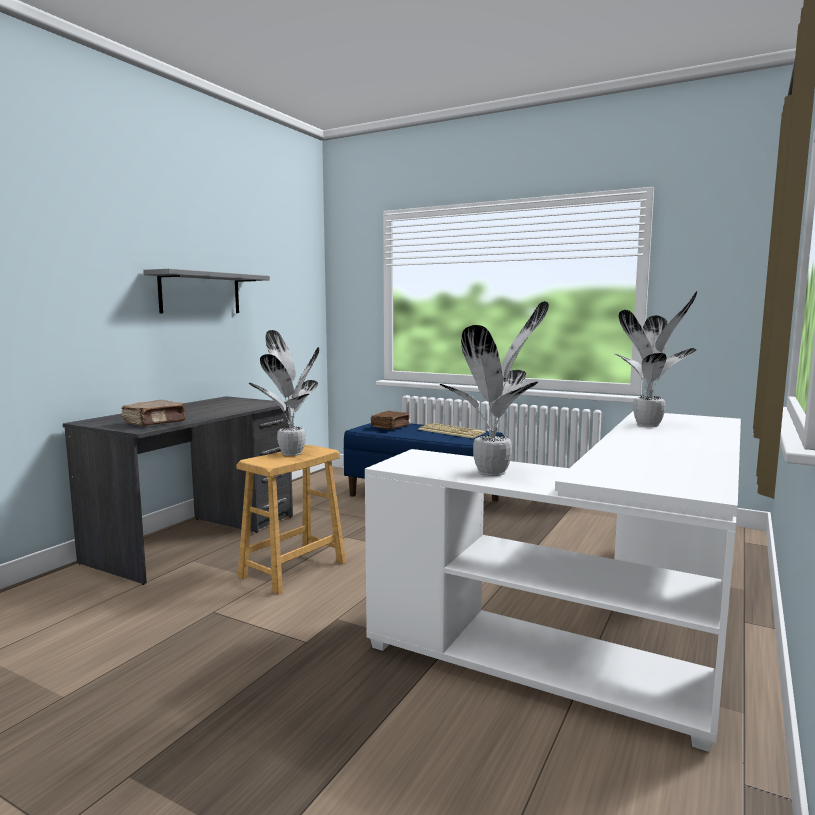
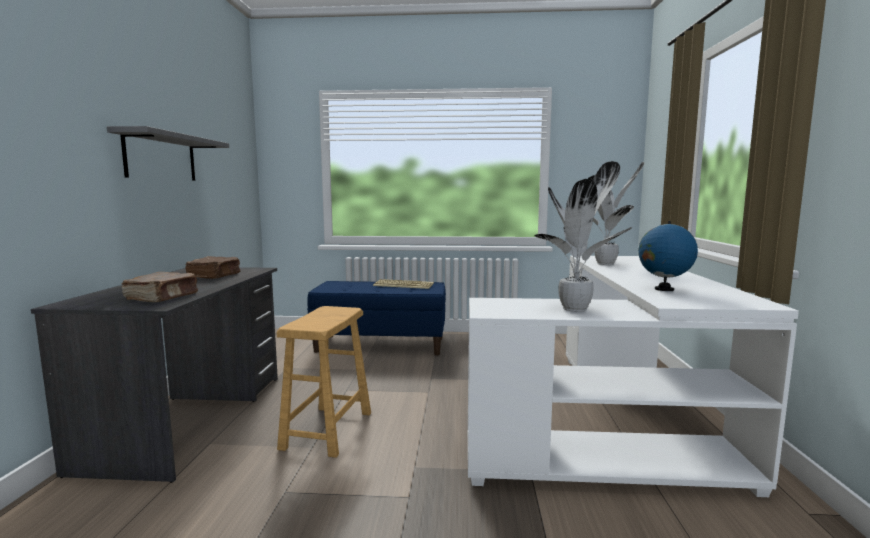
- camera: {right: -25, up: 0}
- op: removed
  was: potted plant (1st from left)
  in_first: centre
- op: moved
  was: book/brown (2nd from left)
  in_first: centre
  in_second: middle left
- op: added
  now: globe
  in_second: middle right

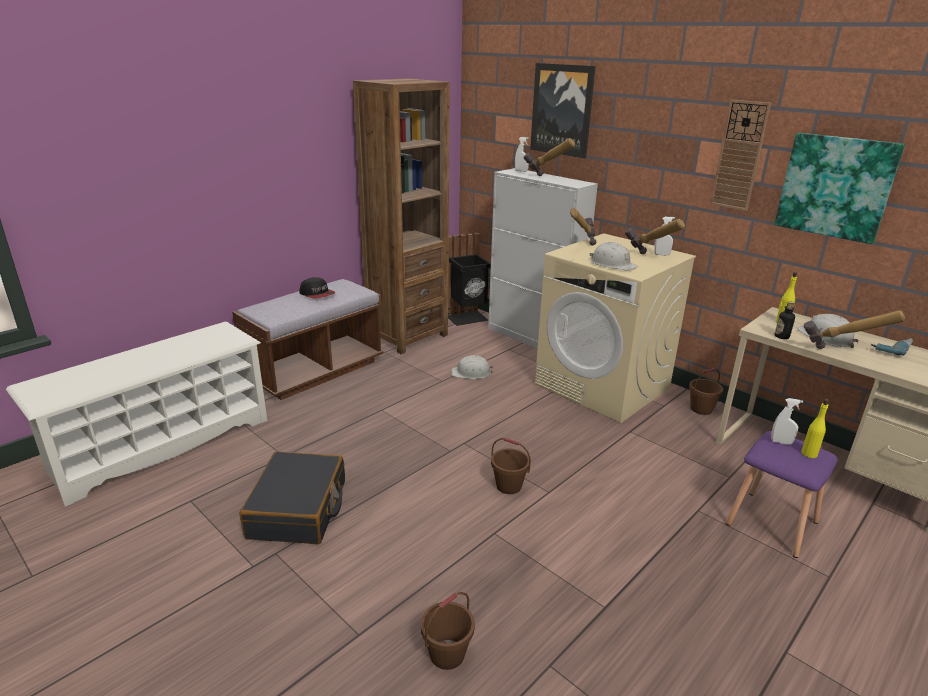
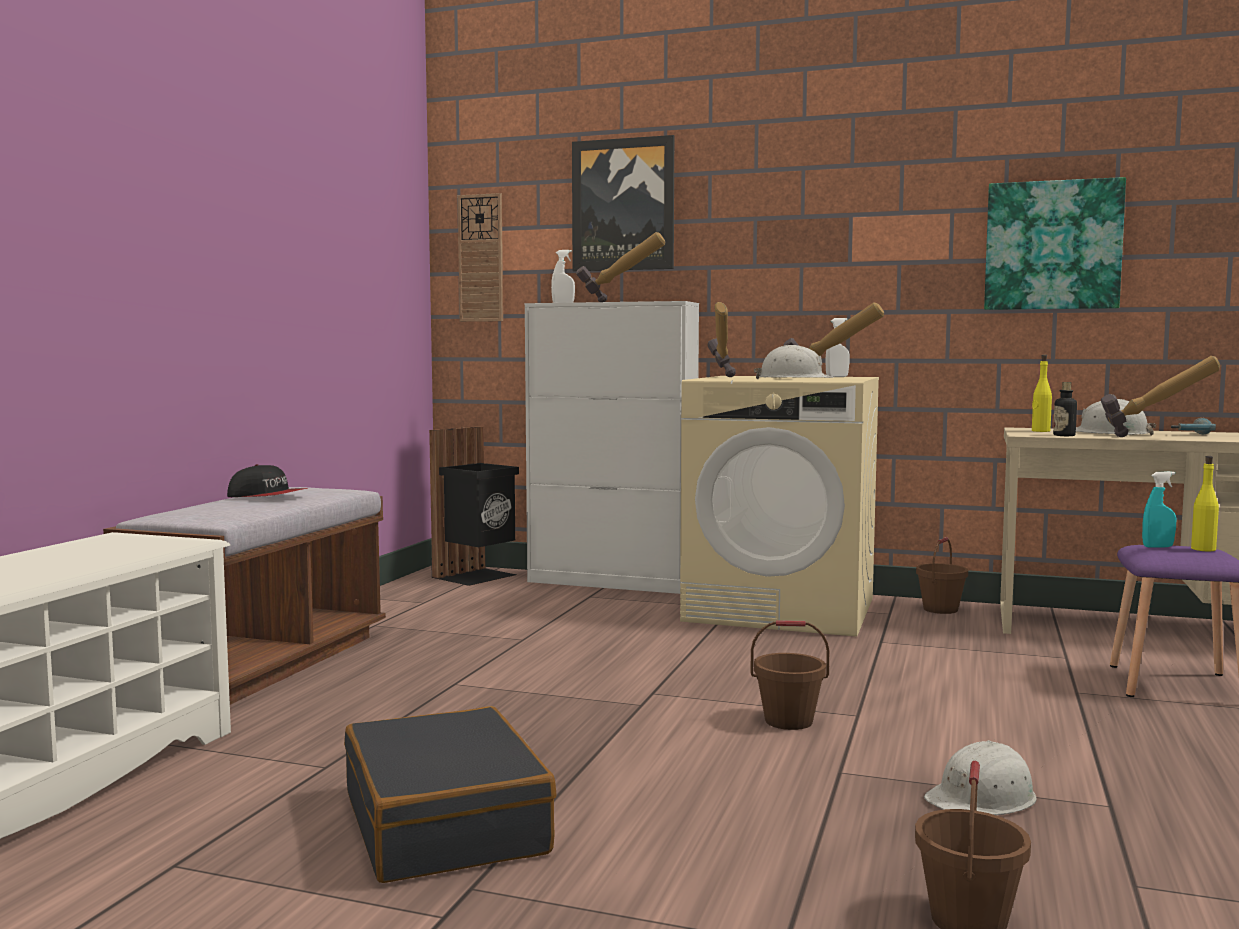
- camera: {right: -25, up: -20}
- op: removed
  was: bookcase/brown
  in_first: top centre
- op: moved
  was: hard hat/white (1st from left in the first image)
  now: hard hat/white (2nd from left)
  in_first: centre
  in_second: bottom right
- op: moved
  was: wall clock
  in_first: top right
  in_second: top centre
- op: recoloured
  was: spray bottle/white (3rd from left)
  now: spray bottle/turquoise
  in_first: middle right
  in_second: middle right

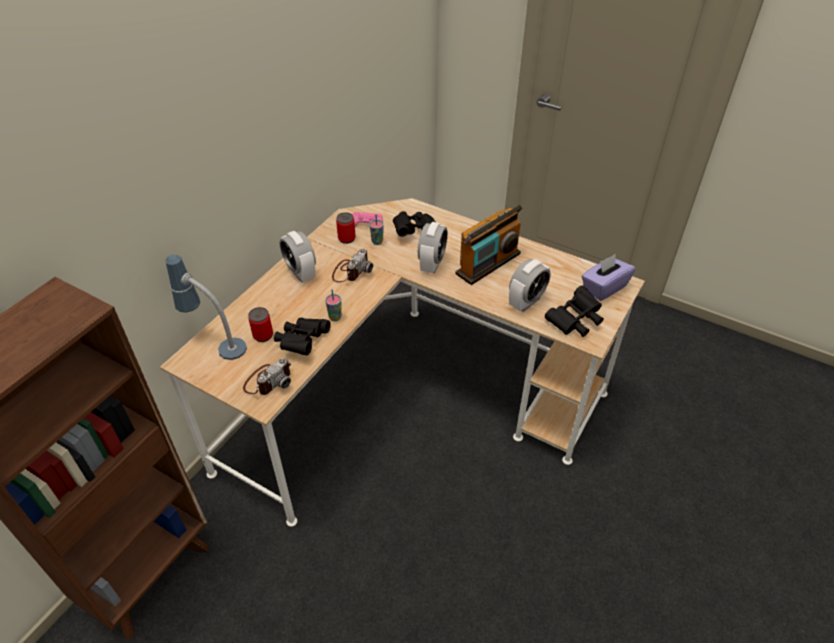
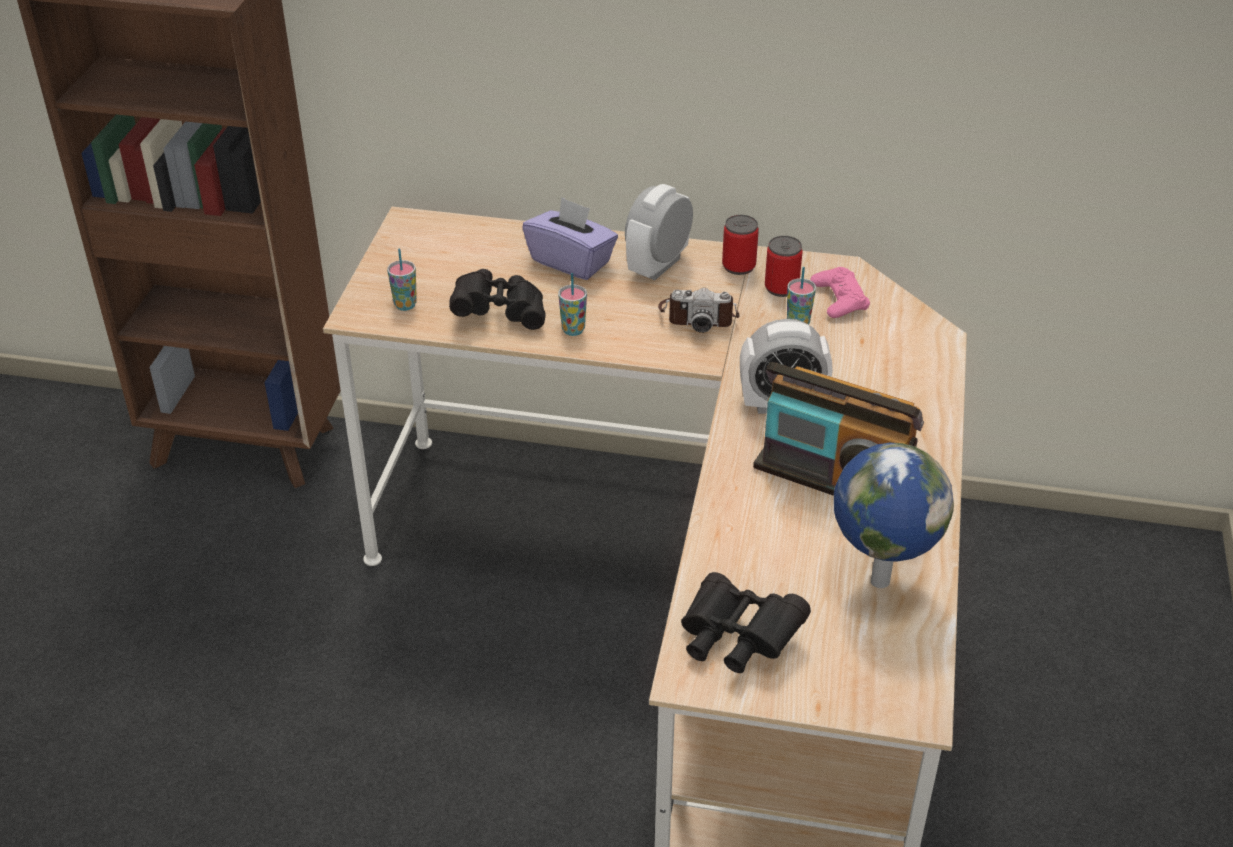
- camera: {right: 70, up: -5}
- op: removed
  was: table lamp
  in_first: middle left
- op: replaced
  was: photo camera (1st from left)
  now: cup (1st from left)
  in_first: middle left
  in_second: top left
- op: moved
  was: can (1st from left)
  in_first: middle left
  in_second: top centre
- op: removed
  was: binoculars/black (2nd from left)
  in_first: centre
- op: removed
  was: alarm clock (3rd from left)
  in_first: centre
- op: moved
  was: tissue box/purple
  in_first: middle right
  in_second: top centre
- op: added
  now: globe
  in_second: middle right

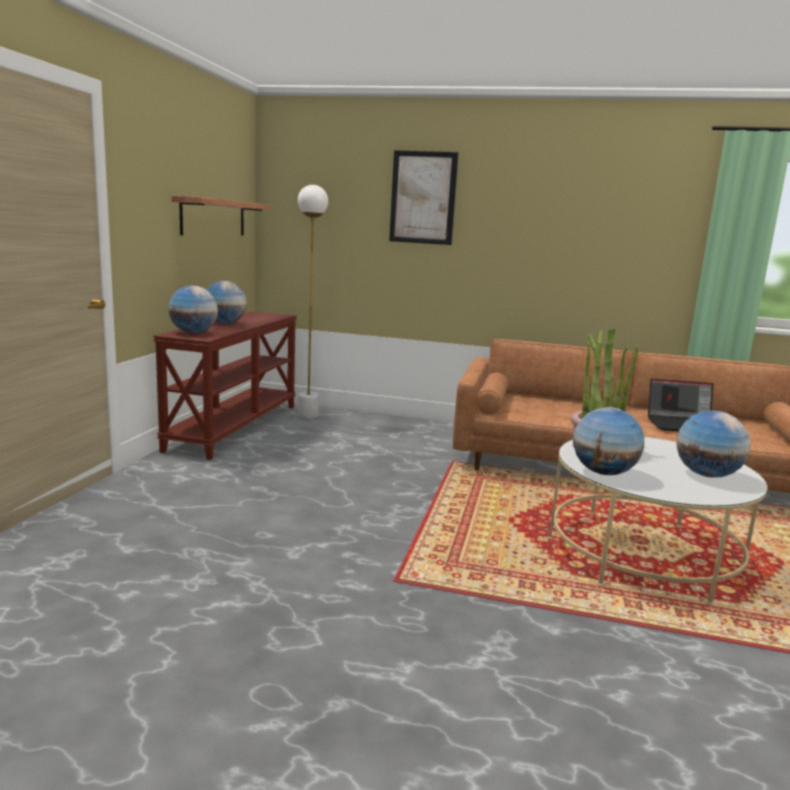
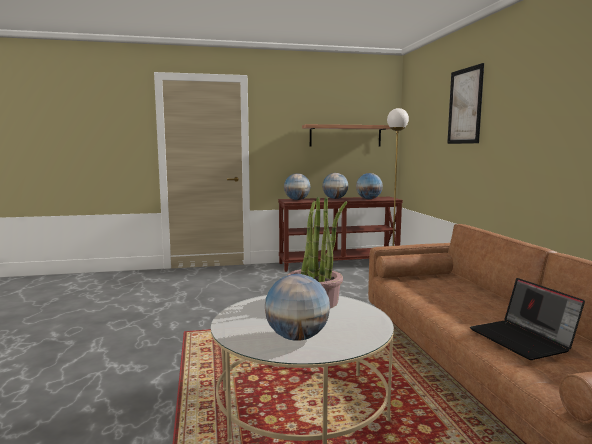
- camera: {right: 65, up: -5}
- op: moved
  was: globe (3rd from left in the first image)
  now: globe (4th from left)
  in_first: middle right
  in_second: centre

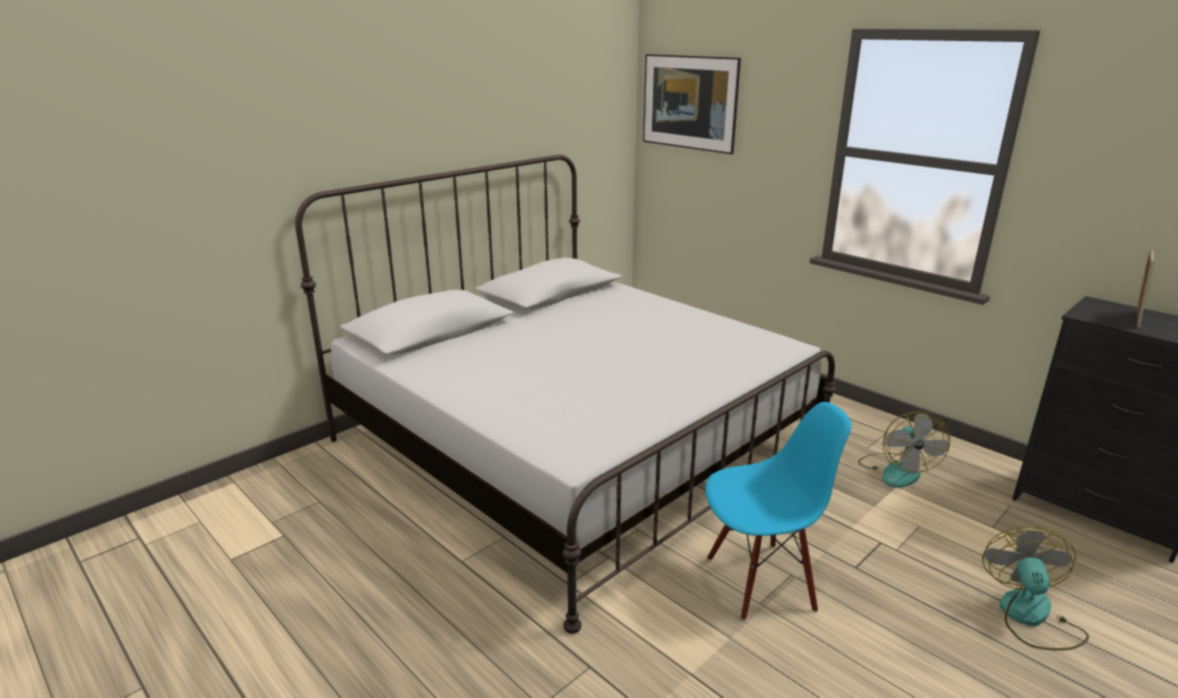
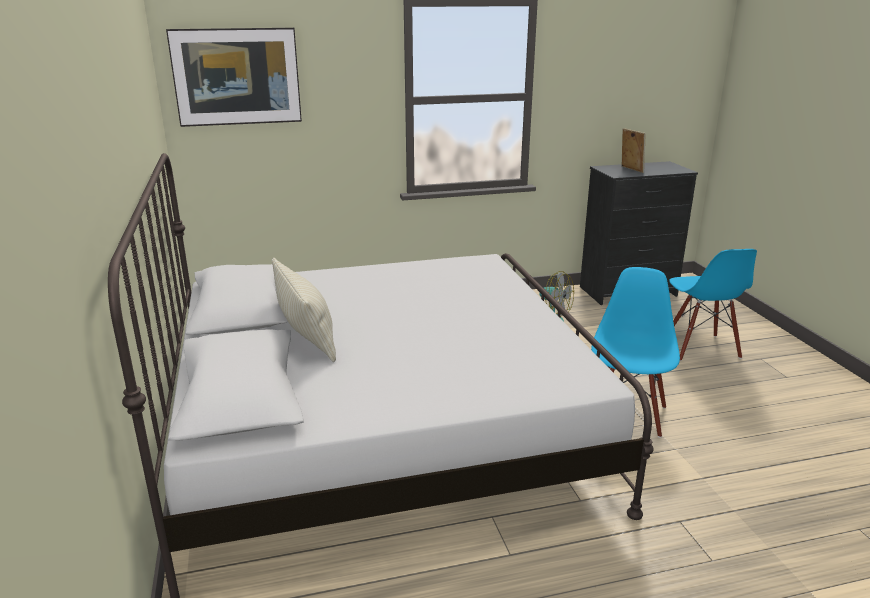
- camera: {right: -60, up: 0}
- op: replaced
  was: fan (2nd from left)
  now: chair/blue (2nd from left)
  in_first: bottom right
  in_second: middle right
- op: added
  now: pillow/beige
  in_second: centre

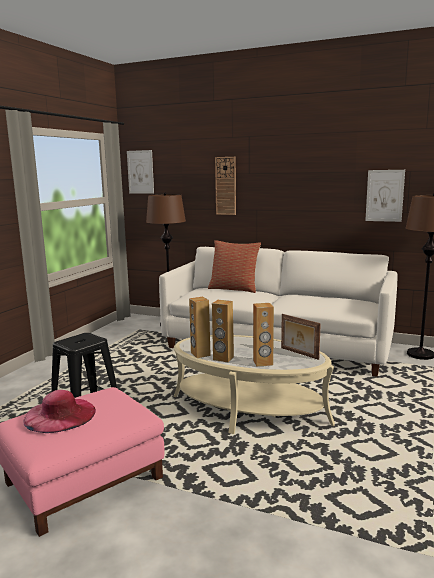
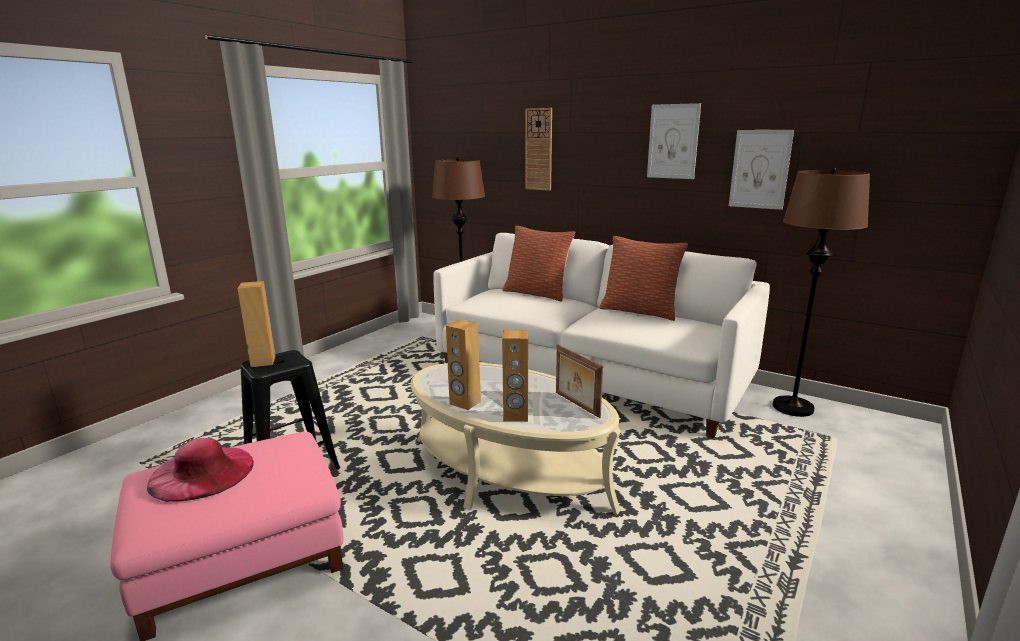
- camera: {right: 10, up: 5}
- op: moved
  was: picture (1st from left)
  in_first: top left
  in_second: top centre
- op: moved
  was: speaker/brown (1st from left)
  in_first: centre
  in_second: middle left
- op: added
  now: pillow (2nd from left)
  in_second: centre

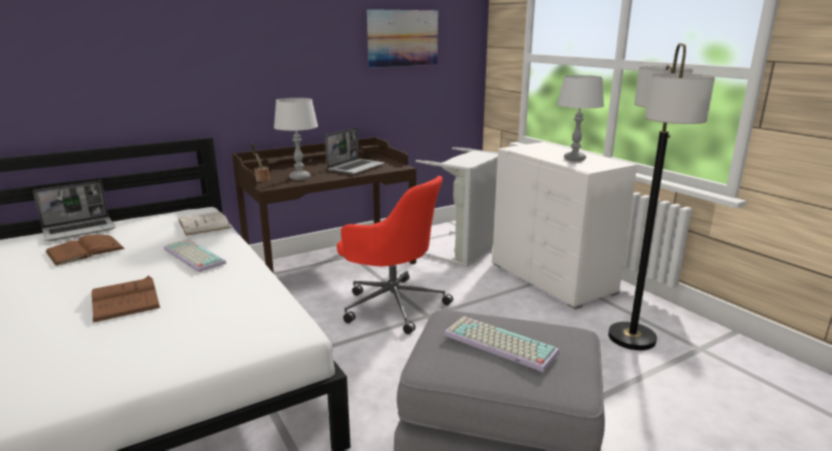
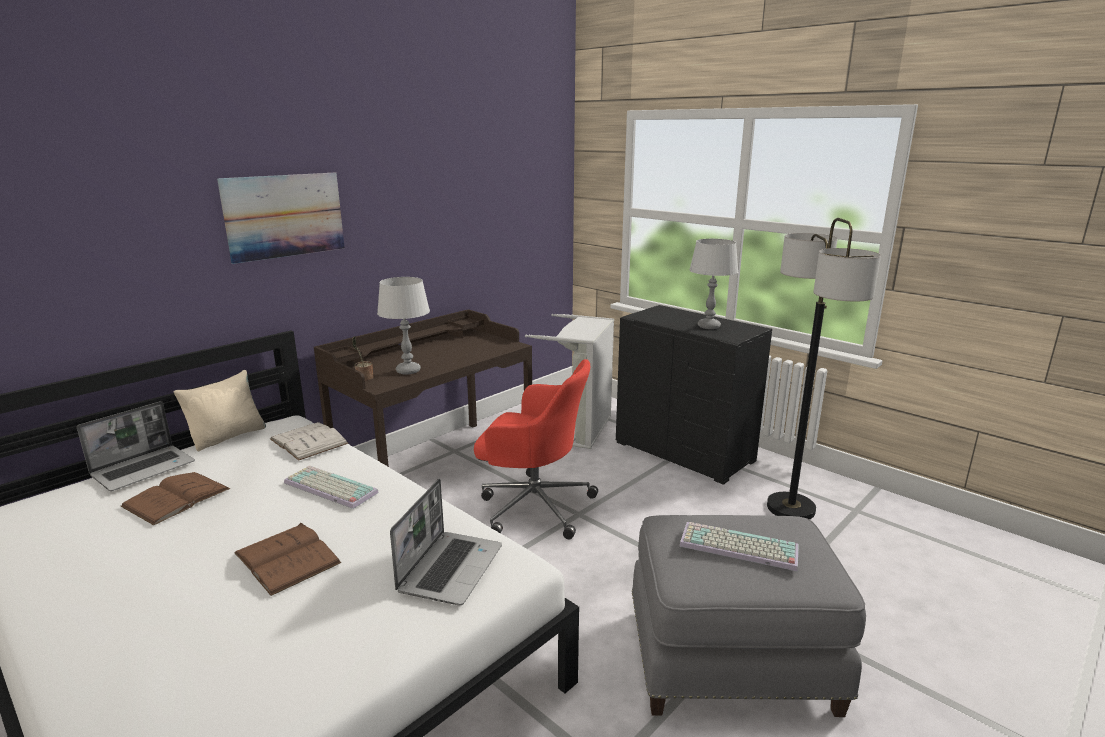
- camera: {right: -15, up: 0}
- op: moved
  was: laptop (2nd from left)
  in_first: centre
  in_second: bottom centre
- op: moved
  was: picture
  in_first: top centre
  in_second: top left
- op: recoloured
  was: dresser/white
  now: dresser/black
  in_first: middle right
  in_second: centre
- op: added
  now: pillow/beige
  in_second: middle left

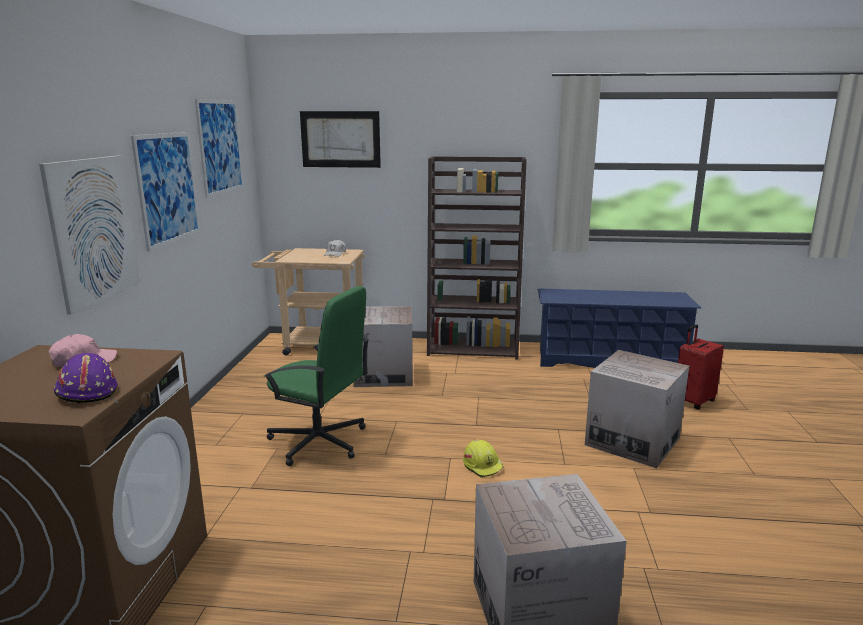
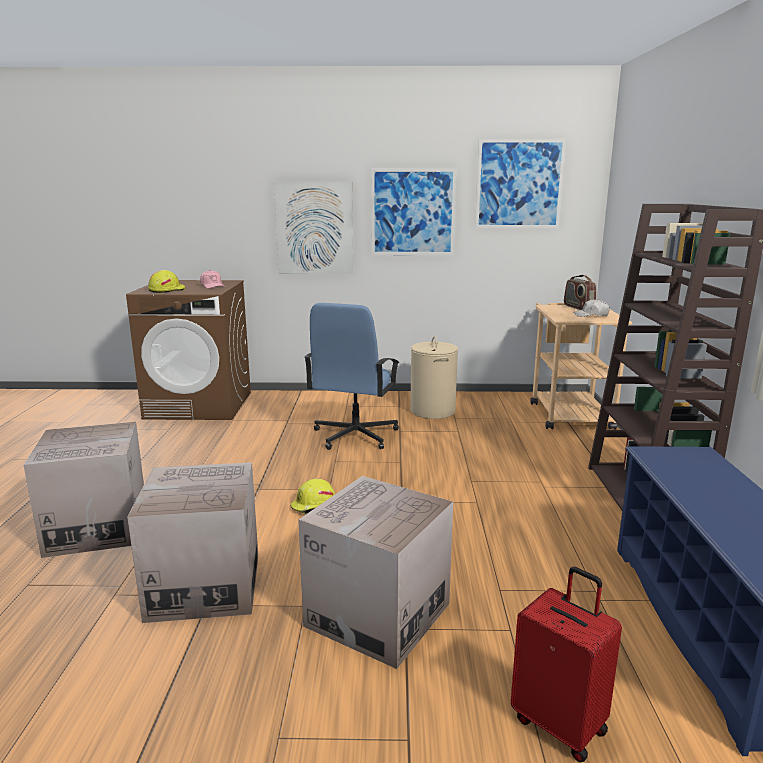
- camera: {right: 85, up: 0}
- op: recoloured
  was: hard hat/purple
  now: hard hat/yellow (1st from left)
  in_first: middle left
  in_second: middle left
- op: recoloured
  was: office chair/green
  now: office chair/blue
  in_first: centre
  in_second: centre
- op: removed
  was: picture (4th from left)
  in_first: top centre
- op: moved
  was: cardboard box (1st from left in the first image)
  now: cardboard box (2nd from left)
  in_first: centre
  in_second: bottom left
- op: added
  now: laundry basket/beige
  in_second: centre
- op: added
  now: radio
  in_second: middle right

